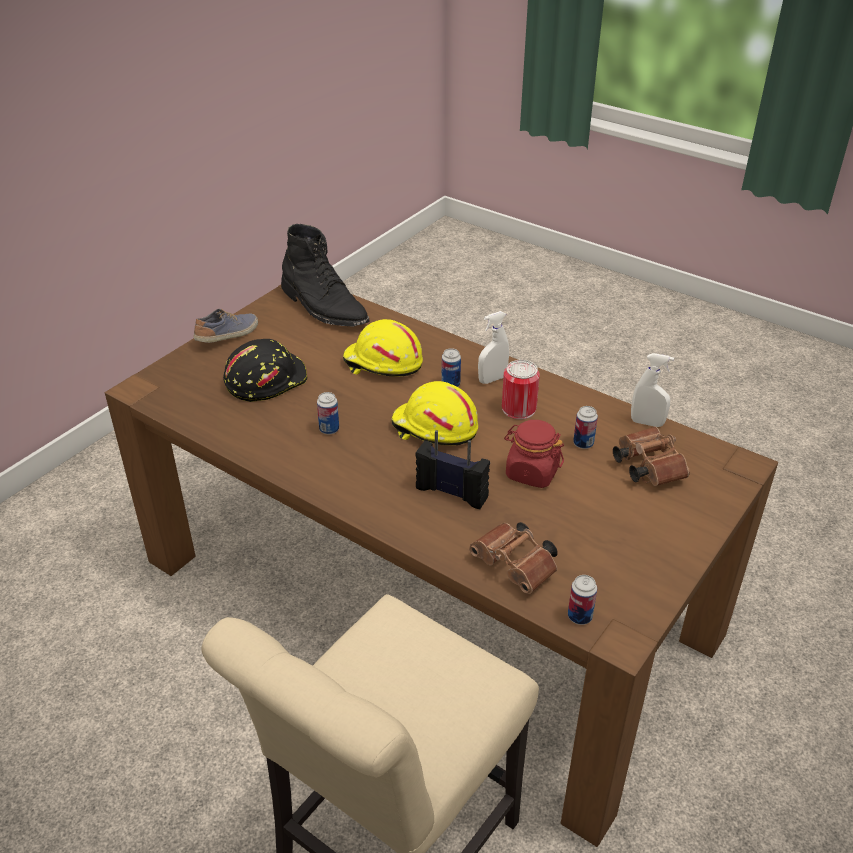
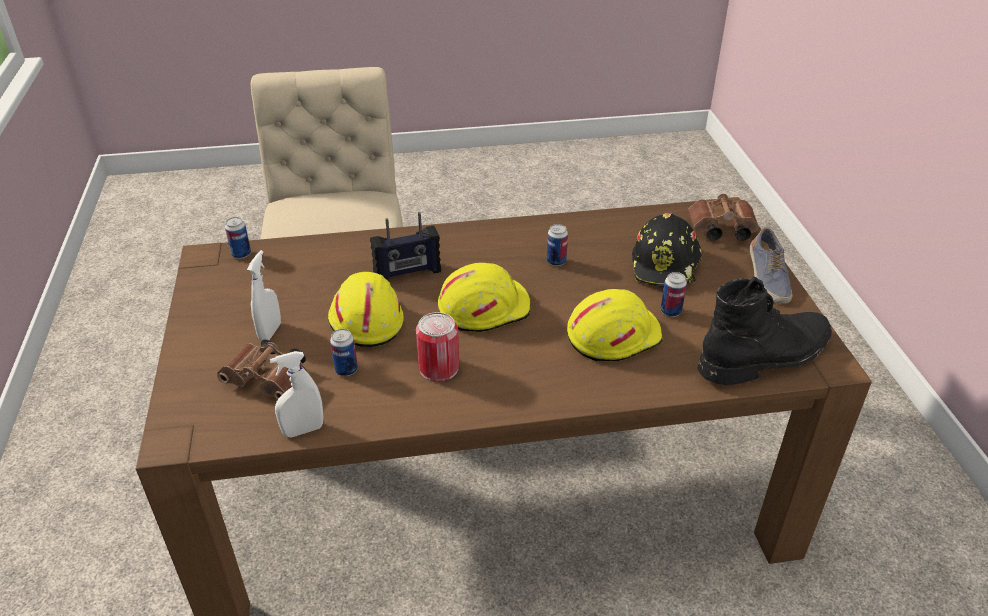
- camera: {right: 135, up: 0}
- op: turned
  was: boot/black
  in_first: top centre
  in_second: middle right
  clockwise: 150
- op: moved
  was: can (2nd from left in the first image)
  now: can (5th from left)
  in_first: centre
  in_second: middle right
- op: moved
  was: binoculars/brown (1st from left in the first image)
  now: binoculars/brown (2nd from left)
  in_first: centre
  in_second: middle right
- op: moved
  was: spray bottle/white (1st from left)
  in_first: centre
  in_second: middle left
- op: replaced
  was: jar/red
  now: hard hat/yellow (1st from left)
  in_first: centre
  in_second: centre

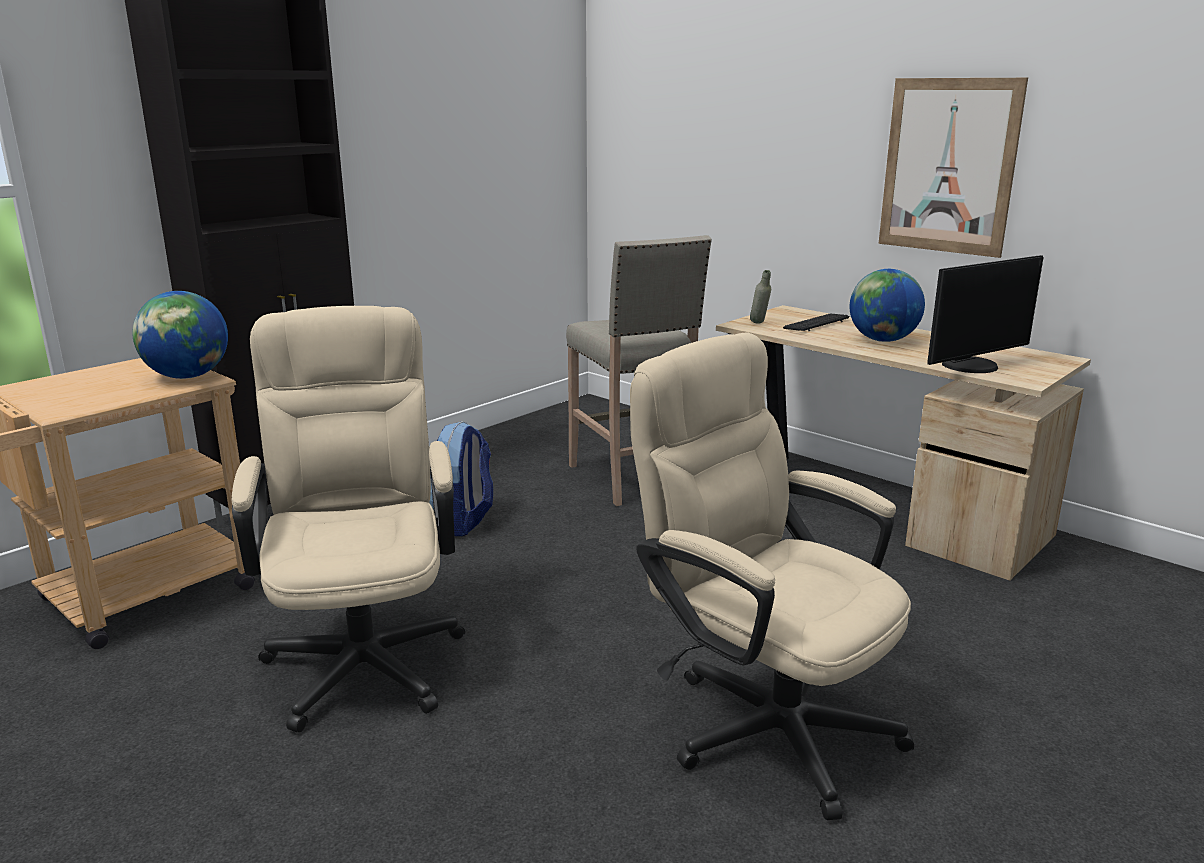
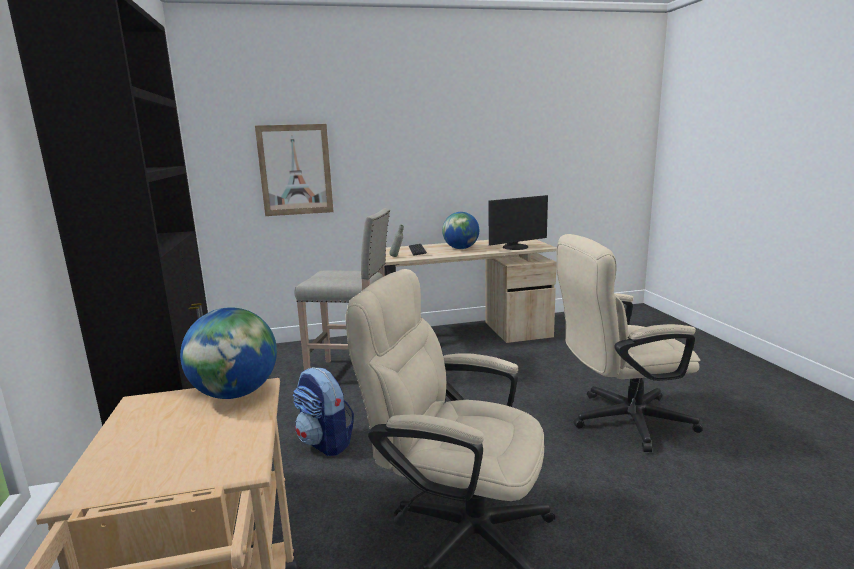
- camera: {right: -55, up: -5}
- op: moved
  was: picture
  in_first: top right
  in_second: top centre
- op: turned
  was: monitor
  in_first: middle right
  in_second: centre
  clockwise: 60

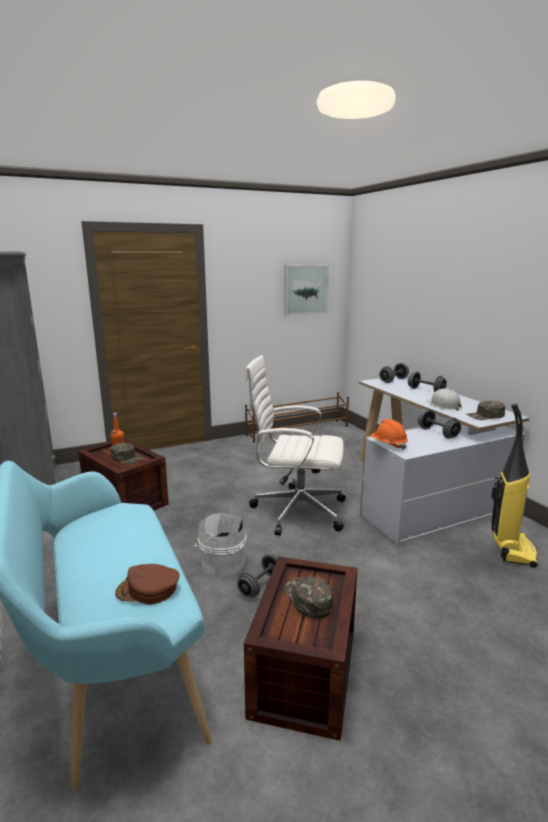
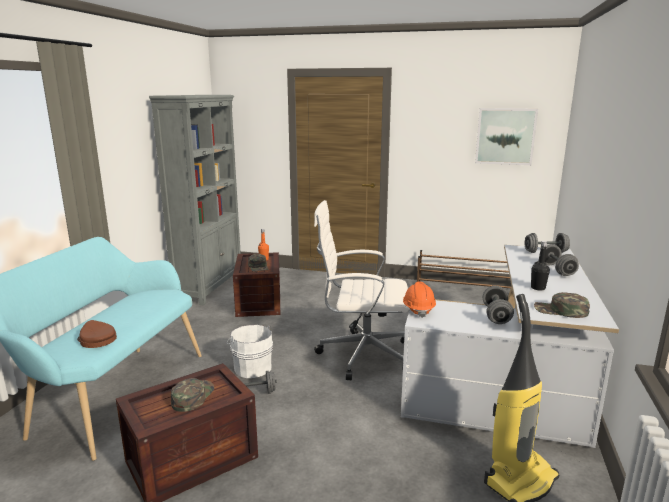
- camera: {right: 40, up: 0}
- op: turned
  was: office chair/white
  in_first: centre
  in_second: centre
  clockwise: -45
- op: replaced
  was: hard hat/white
  now: bottle/black
  in_first: middle right
  in_second: middle right

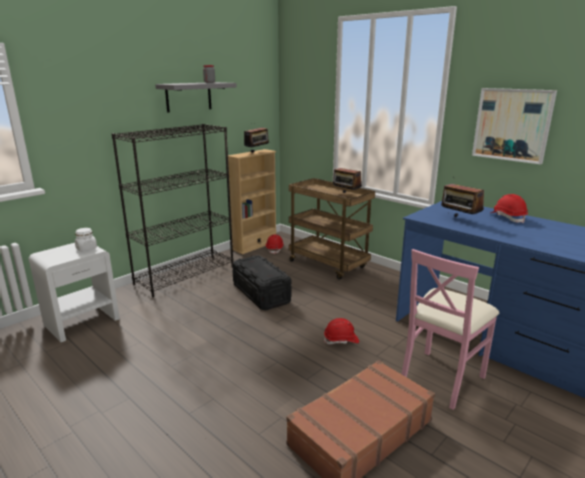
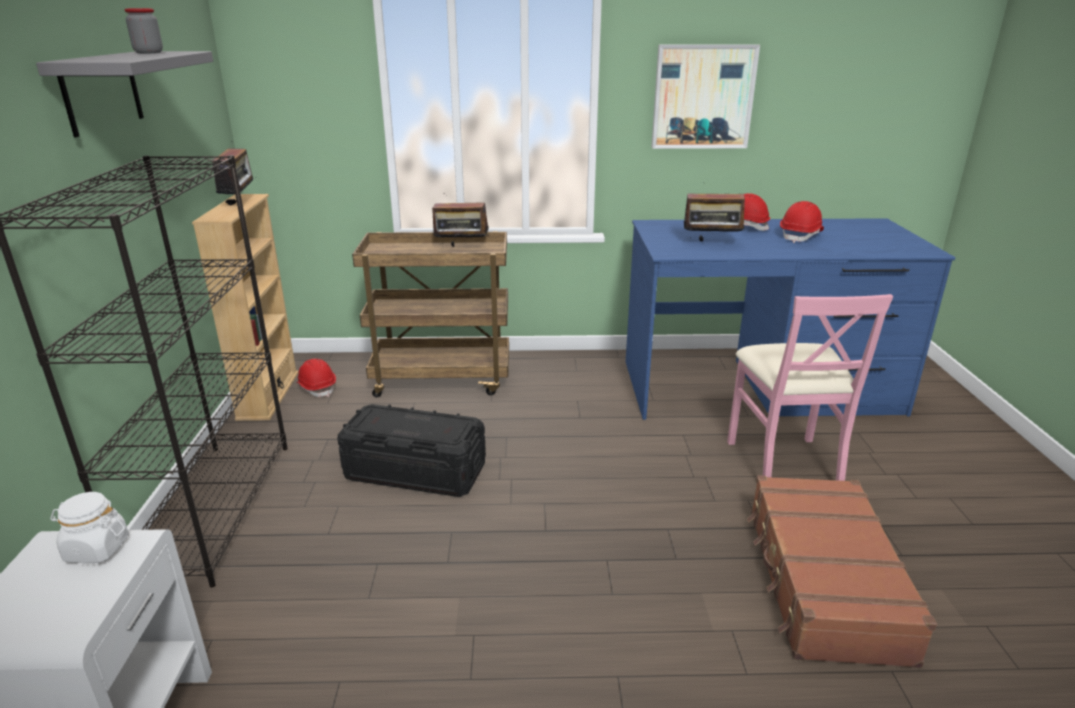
- camera: {right: -45, up: 5}
- op: moved
  was: hard hat/red (2nd from left in the first image)
  now: hard hat/red (3rd from left)
  in_first: bottom centre
  in_second: top right

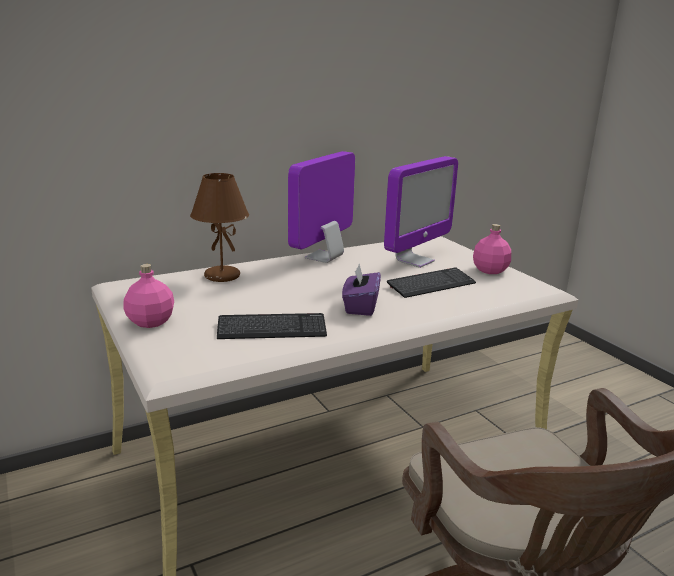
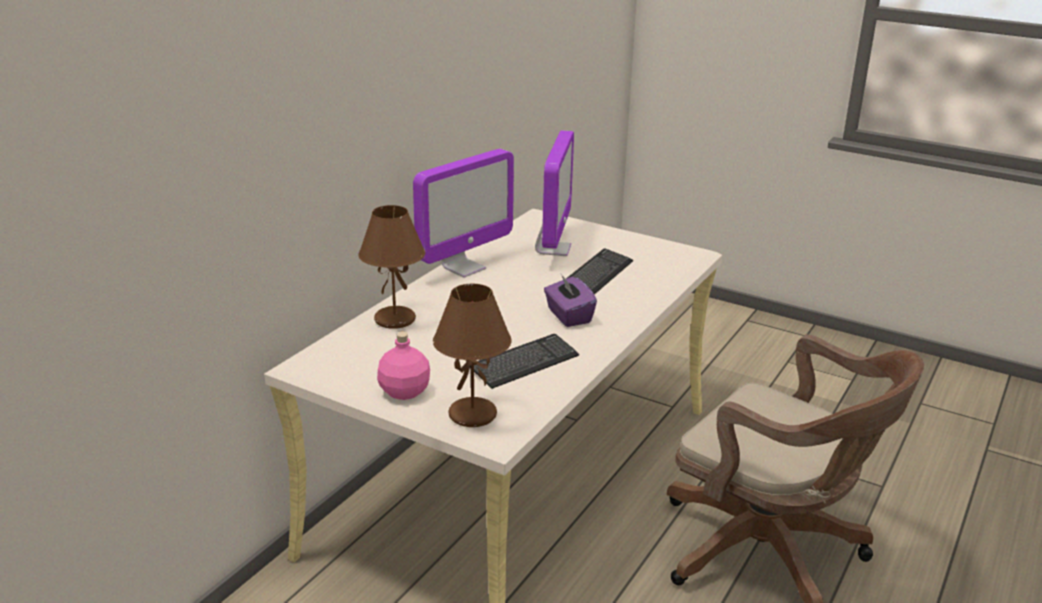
- camera: {right: -30, up: 5}
- op: turned
  was: monitor (1st from left)
  in_first: centre
  in_second: centre
  clockwise: -135
- op: removed
  was: bottle/pink (2nd from left)
  in_first: middle right
- op: added
  now: table lamp/brown (2nd from left)
  in_second: centre

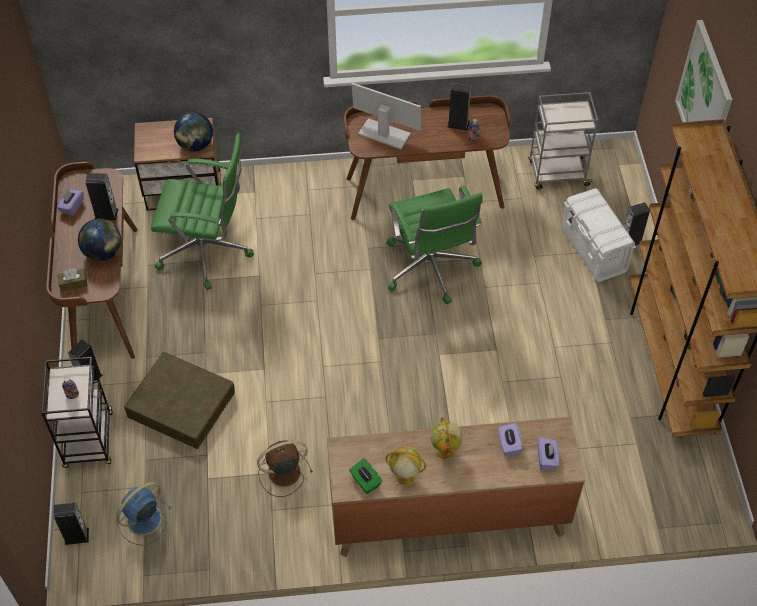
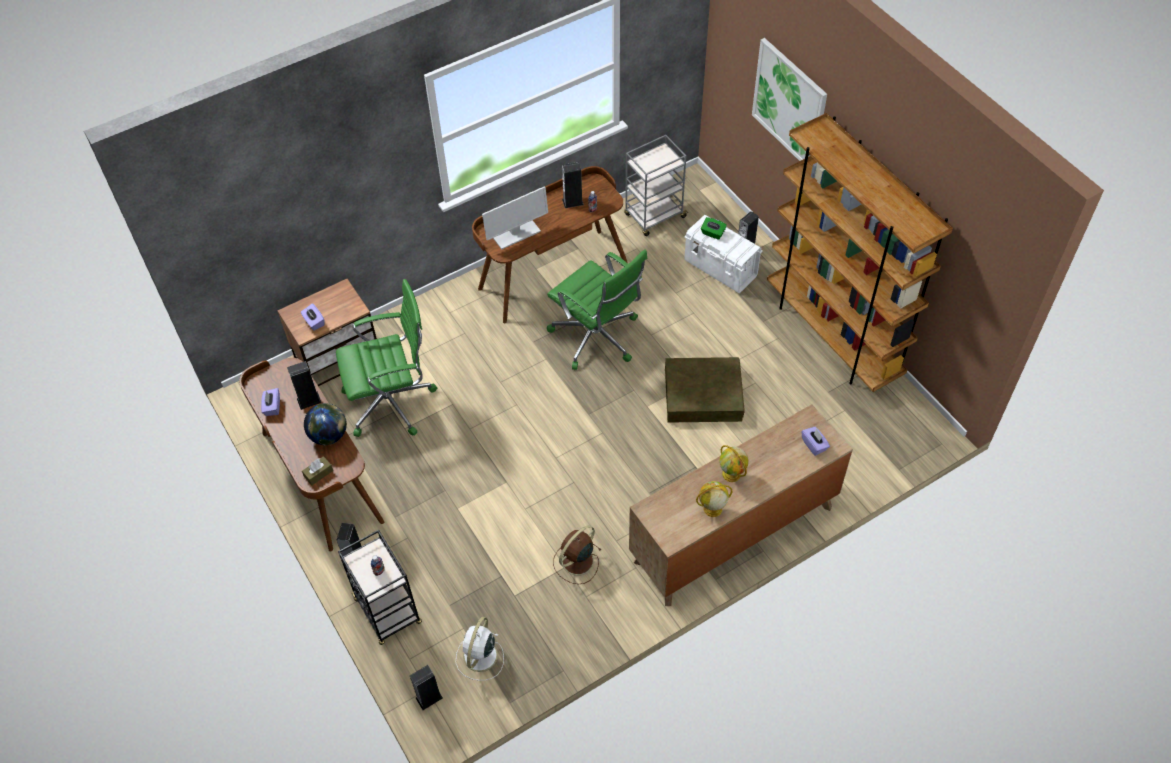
- camera: {right: -25, up: 0}
- op: recoloured
  was: fan/blue
  now: fan/white
  in_first: bottom left
  in_second: bottom centre
- op: moved
  was: storage box/brown
  in_first: middle left
  in_second: centre
- op: removed
  was: globe (2nd from left)
  in_first: top left
- op: moved
  was: tissue box/green
  in_first: bottom centre
  in_second: top centre
- op: turned
  was: monitor
  in_first: top centre
  in_second: top centre
  clockwise: 150
- op: moved
  was: tissue box/purple (2nd from left)
  in_first: bottom right
  in_second: middle left

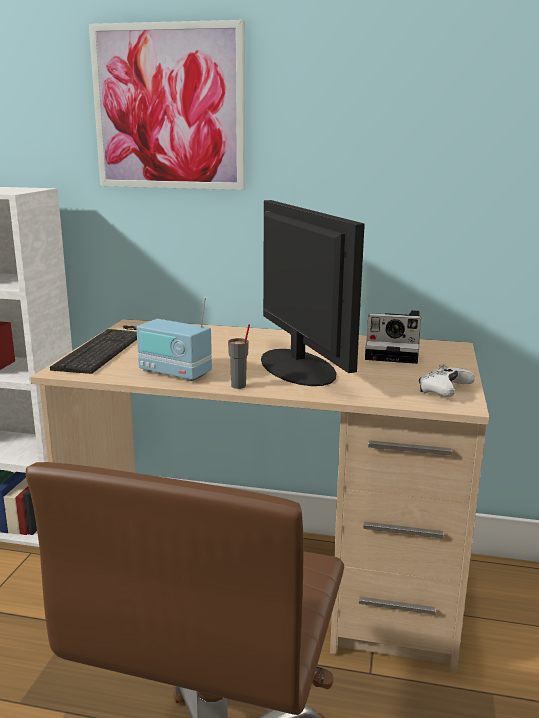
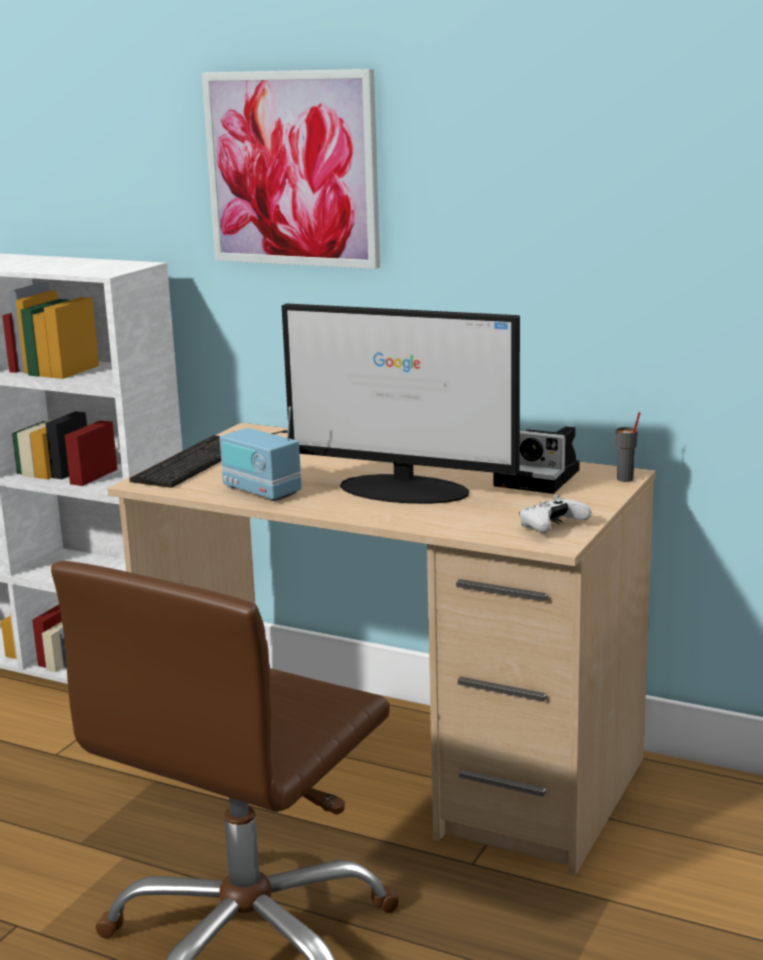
- camera: {right: 15, up: 0}
- op: moved
  was: cup/grey
  in_first: centre
  in_second: middle right
- op: turned
  was: monitor
  in_first: centre
  in_second: centre
  clockwise: 120

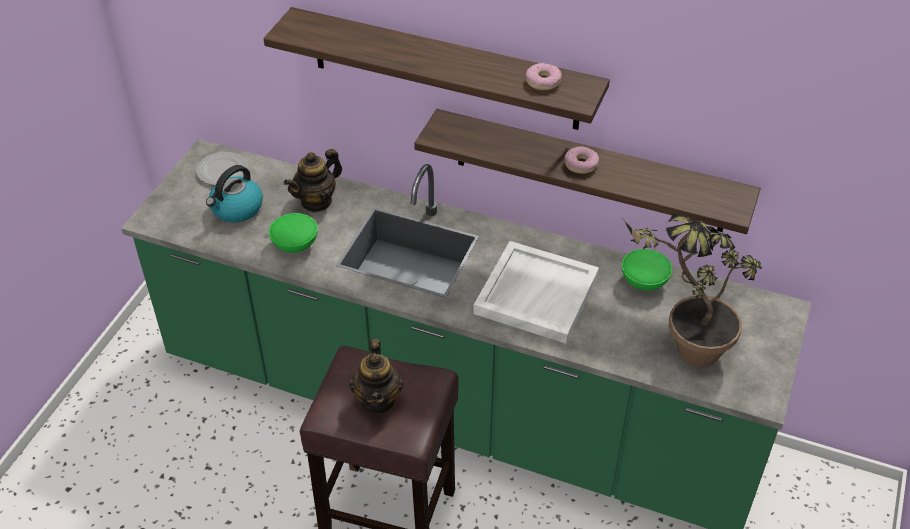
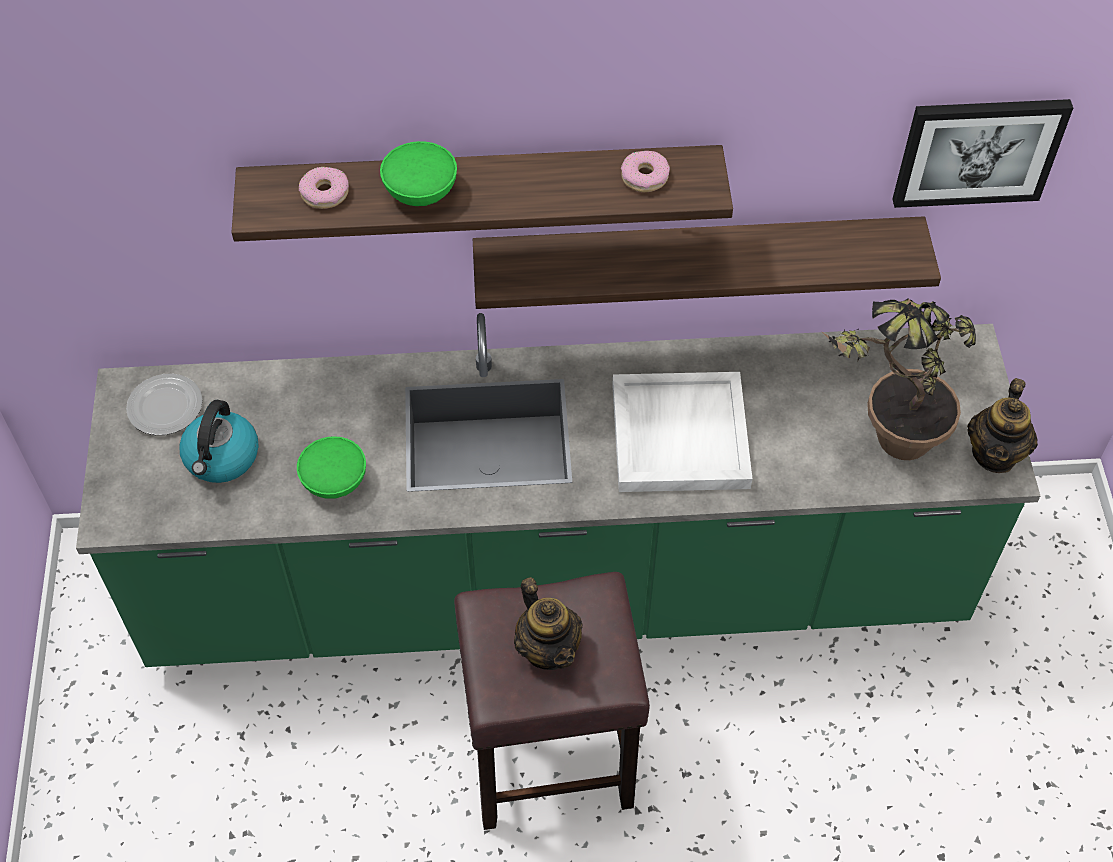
- camera: {right: -25, up: 10}
- op: moved
  was: teapot (1st from left in the first image)
  now: teapot (2nd from left)
  in_first: centre
  in_second: middle right
- op: moved
  was: donut (2nd from left in the first image)
  now: donut (1st from left)
  in_first: top centre
  in_second: top left
- op: moved
  was: bowl/green (2nd from left)
  in_first: middle right
  in_second: top centre
- op: added
  now: picture
  in_second: top right

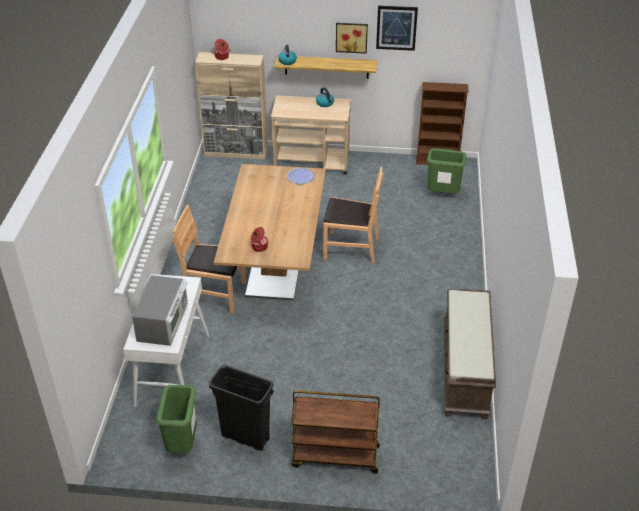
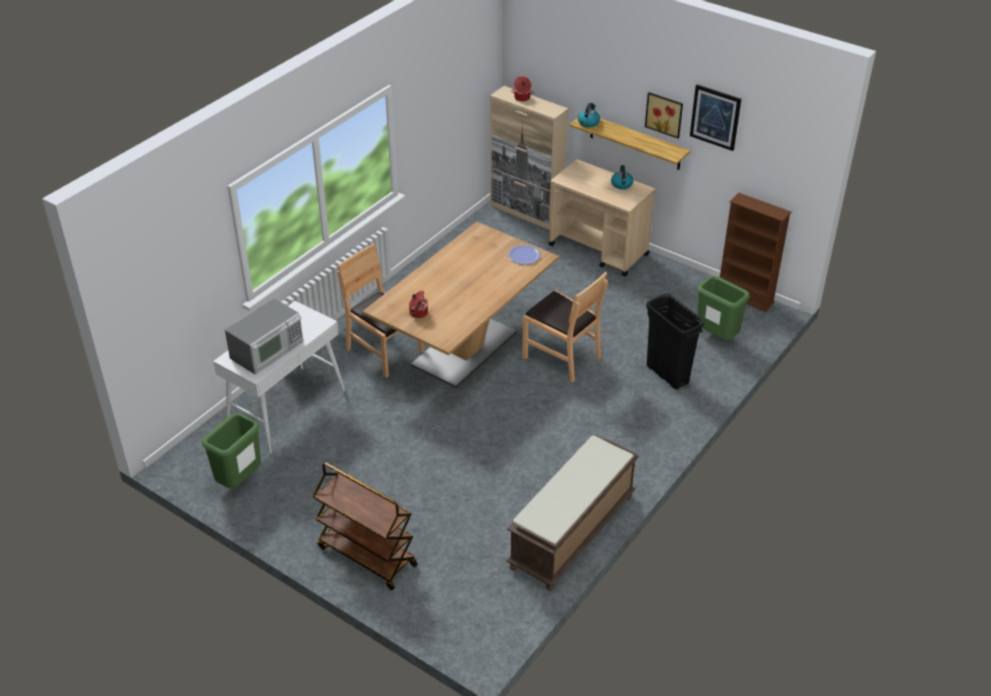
- camera: {right: 30, up: 0}
- op: moved
  was: trash can/black
  in_first: bottom centre
  in_second: middle right

